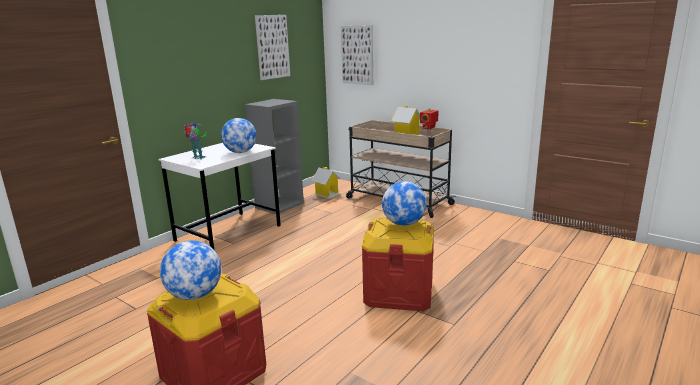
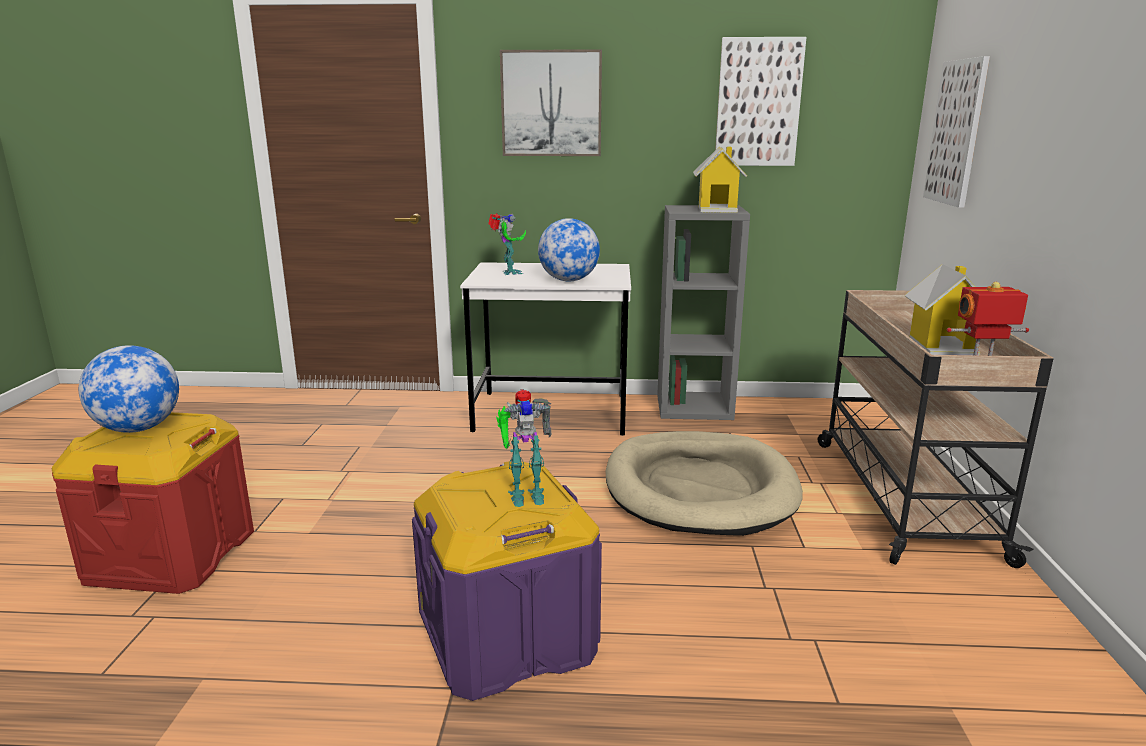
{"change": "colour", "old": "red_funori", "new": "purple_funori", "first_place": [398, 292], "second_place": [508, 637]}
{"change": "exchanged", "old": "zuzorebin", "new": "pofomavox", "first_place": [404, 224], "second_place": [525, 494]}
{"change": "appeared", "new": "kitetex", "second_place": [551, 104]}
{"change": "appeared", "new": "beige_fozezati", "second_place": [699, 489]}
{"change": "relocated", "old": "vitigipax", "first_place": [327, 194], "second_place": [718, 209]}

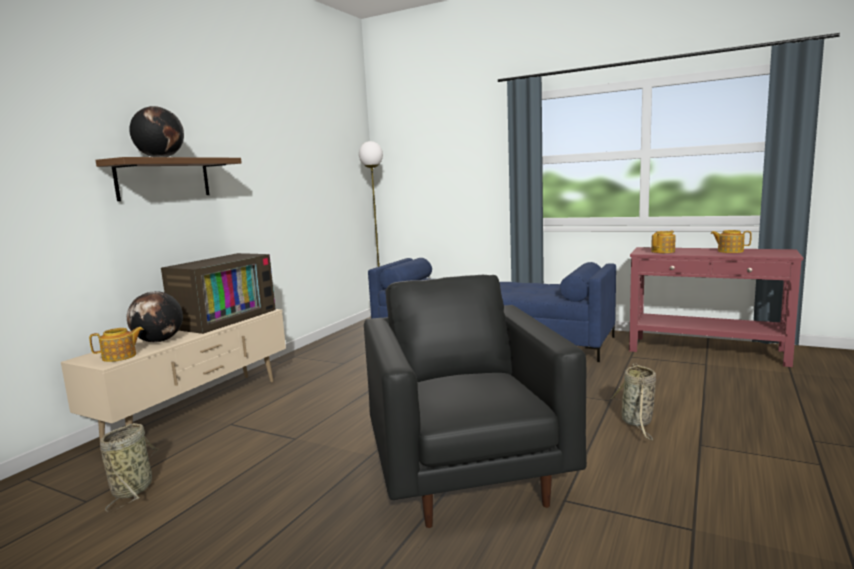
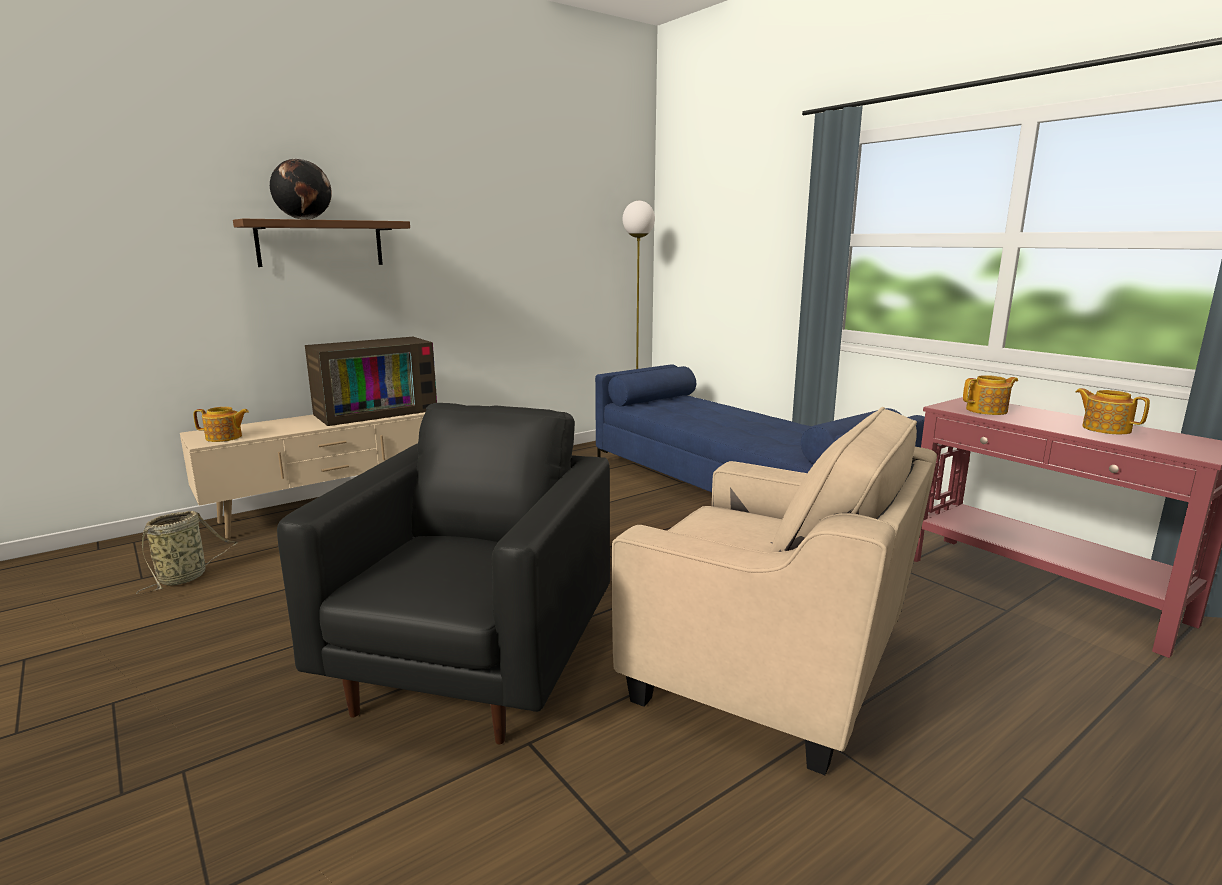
{"change": "exchanged", "old": "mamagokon", "new": "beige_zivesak", "first_place": [637, 423], "second_place": [768, 670]}
{"change": "missing", "old": "zuzorebin", "first_place": [159, 341]}

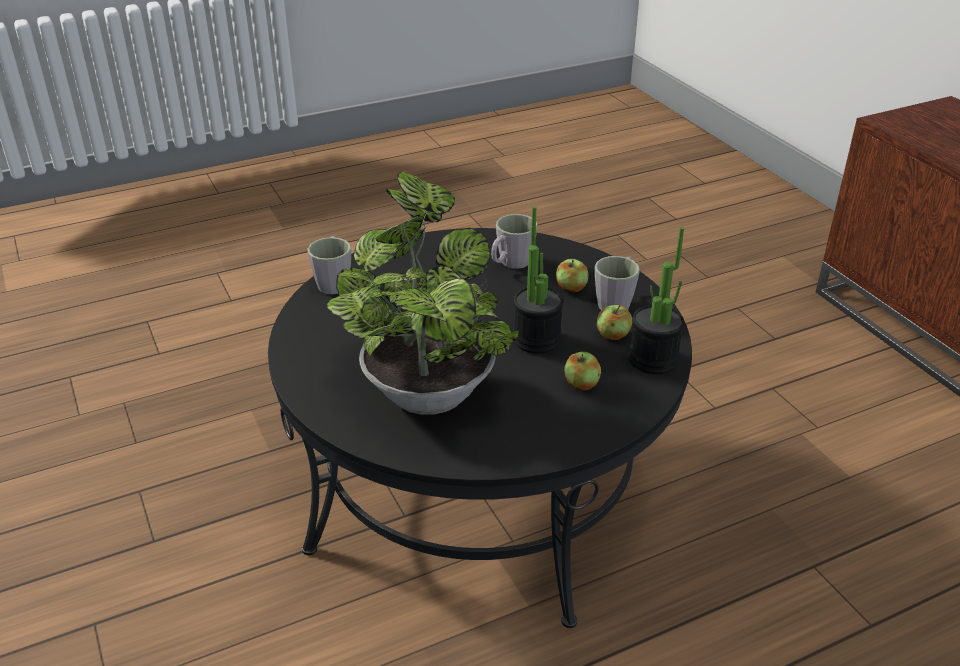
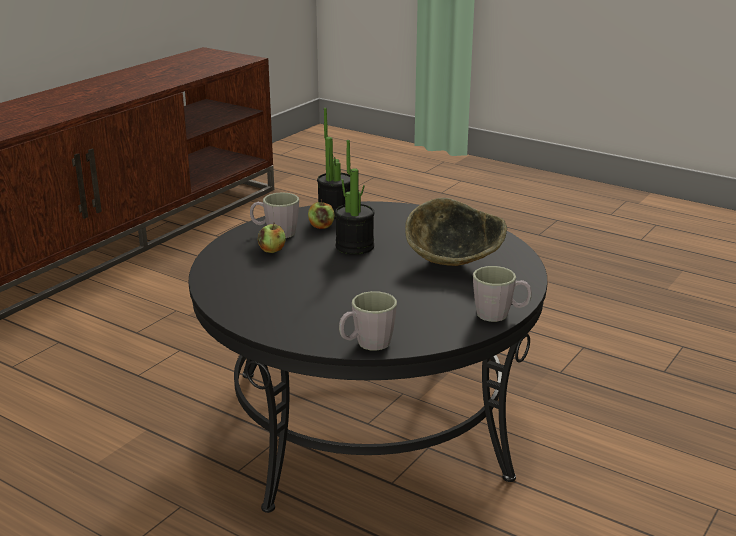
{"change": "exchanged", "old": "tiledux", "new": "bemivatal", "first_place": [426, 387], "second_place": [454, 265]}
{"change": "relocated", "old": "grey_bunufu", "first_place": [510, 264], "second_place": [500, 315]}
{"change": "missing", "old": "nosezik", "first_place": [581, 384]}

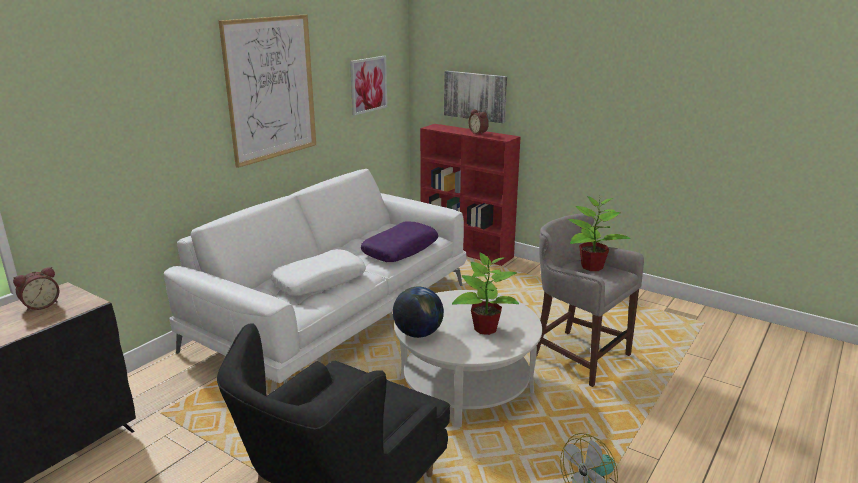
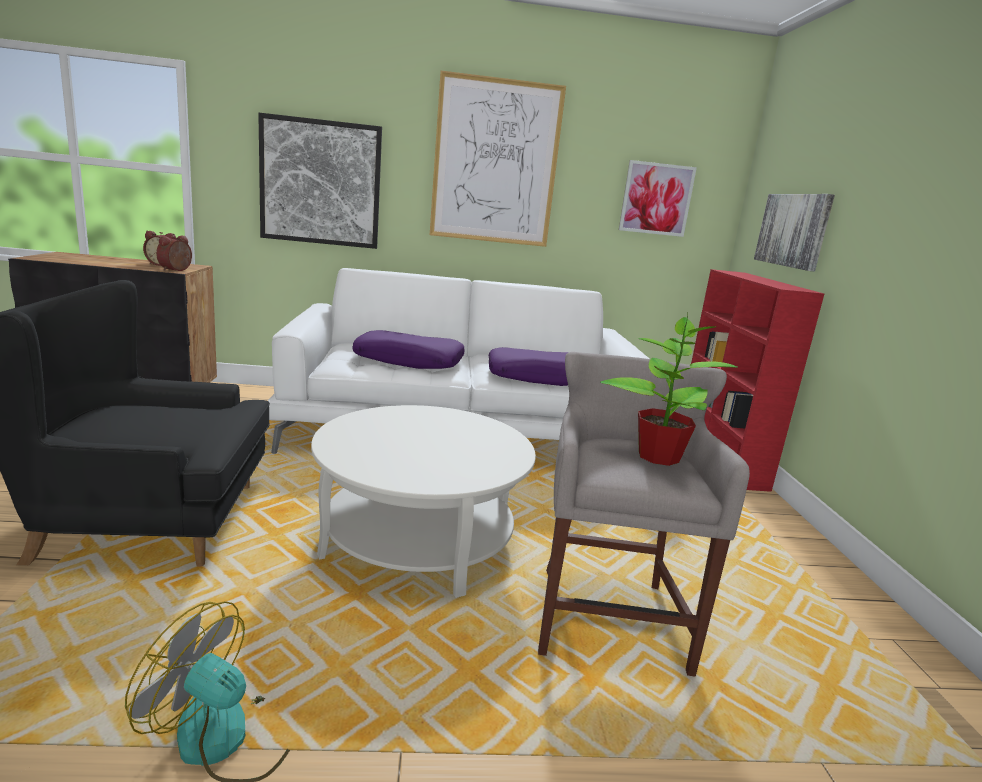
{"change": "relocated", "old": "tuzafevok", "first_place": [479, 133], "second_place": [177, 270]}
{"change": "appeared", "new": "kitetex", "second_place": [320, 183]}
{"change": "colour", "old": "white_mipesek", "new": "purple_mipesek", "first_place": [319, 281], "second_place": [409, 361]}
{"change": "missing", "old": "zuzorebin", "first_place": [418, 333]}
{"change": "missing", "old": "tiledux", "first_place": [485, 328]}

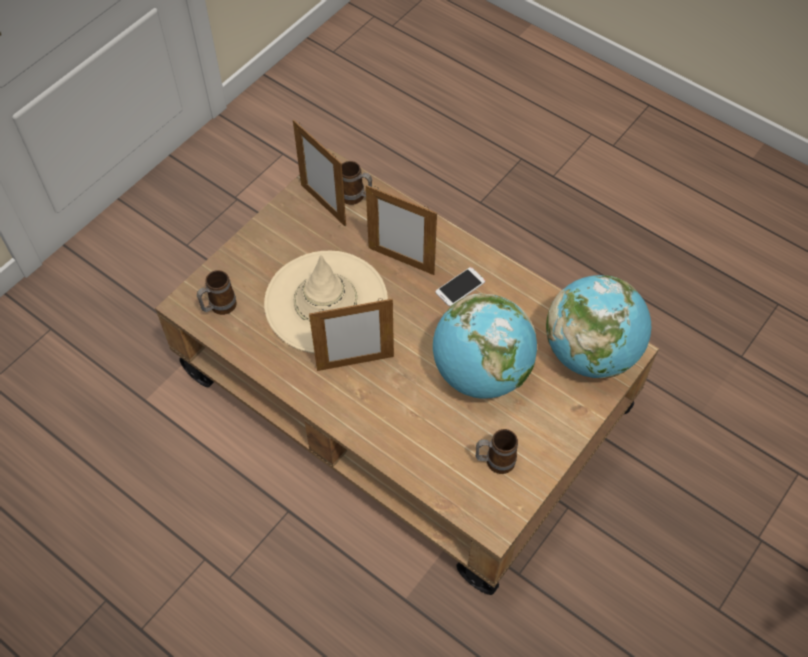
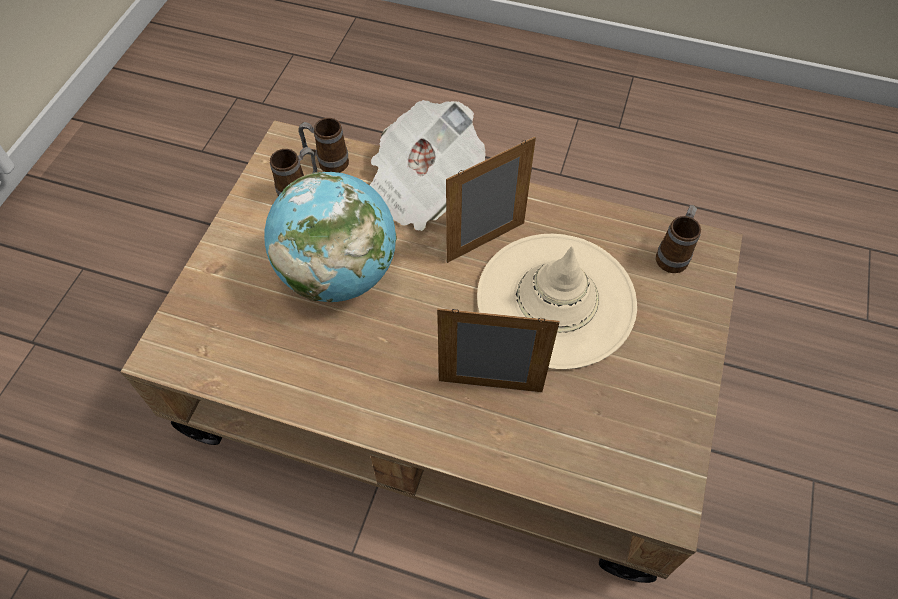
{"change": "relocated", "old": "bunufu", "first_place": [356, 198], "second_place": [327, 162]}
{"change": "appeared", "new": "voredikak", "second_place": [420, 187]}
{"change": "missing", "old": "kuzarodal", "first_place": [323, 205]}
{"change": "missing", "old": "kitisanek", "first_place": [460, 287]}
{"change": "missing", "old": "zuzorebin", "first_place": [591, 353]}

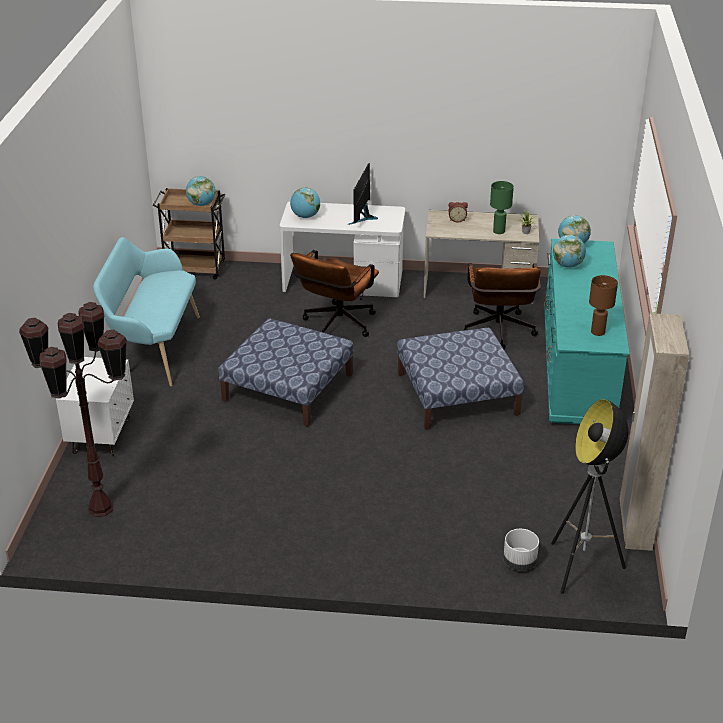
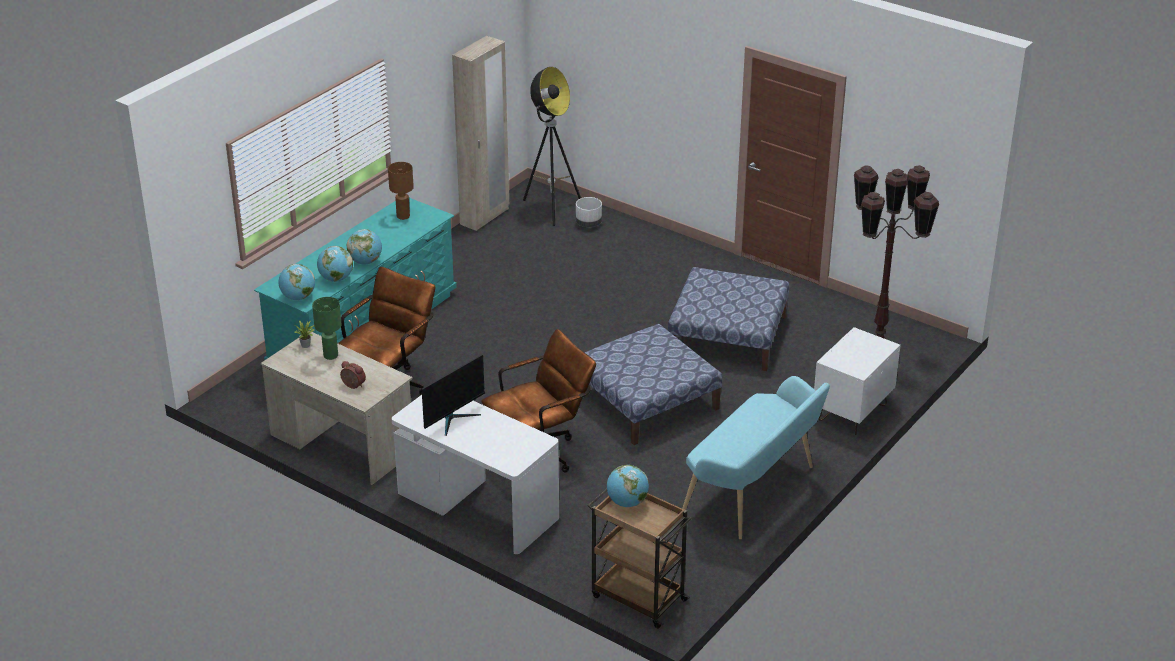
{"change": "relocated", "old": "zuzorebin", "first_place": [305, 216], "second_place": [365, 262]}
{"change": "relocated", "old": "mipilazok", "first_place": [458, 394], "second_place": [727, 335]}

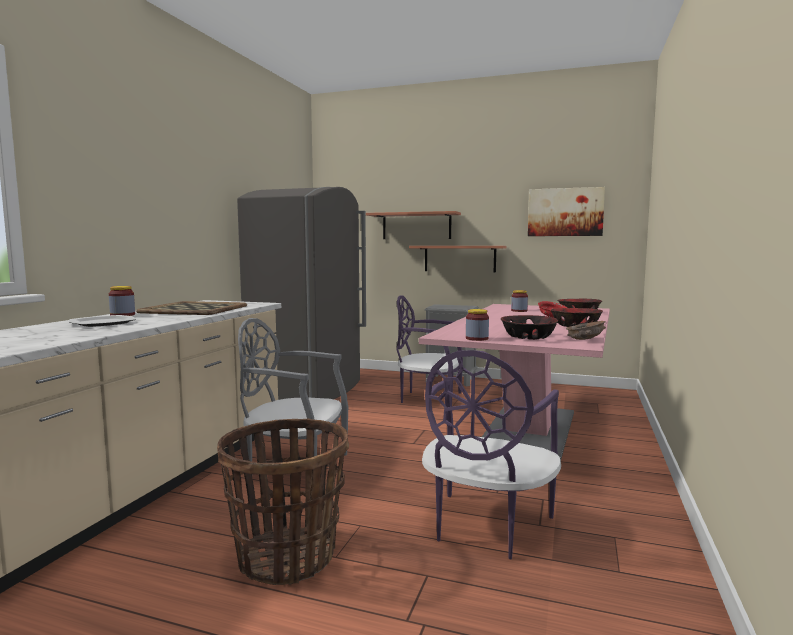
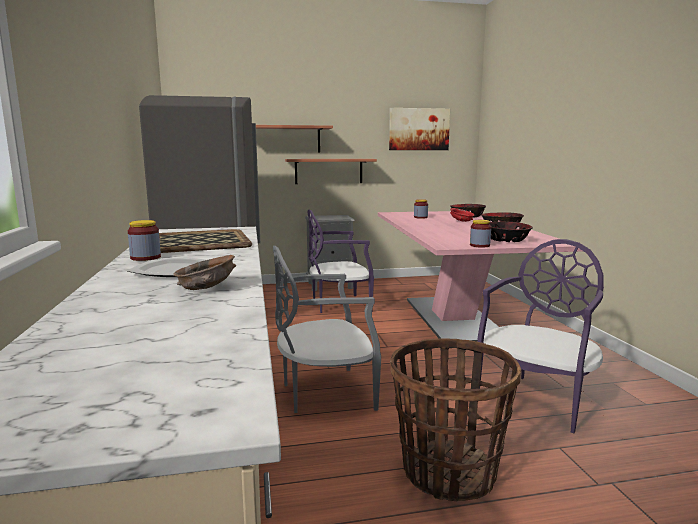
{"change": "relocated", "old": "brown_bemivatal", "first_place": [585, 339], "second_place": [206, 287]}
{"change": "spun", "old": "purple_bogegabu", "first_place": [485, 526], "second_place": [537, 399], "degrees": -135}

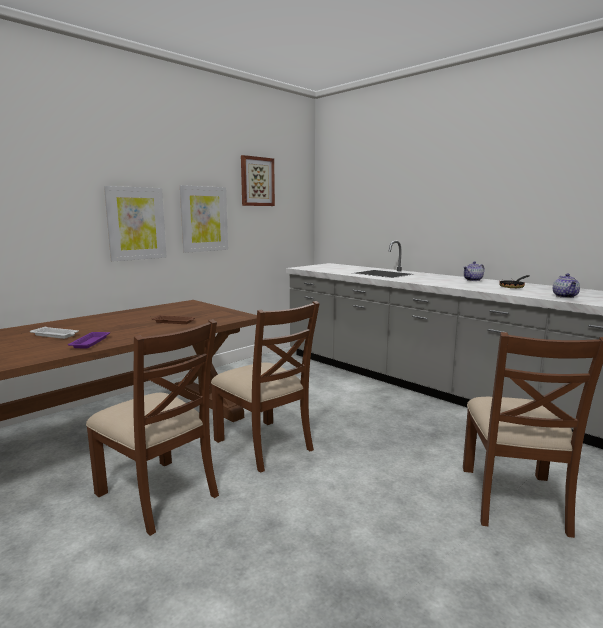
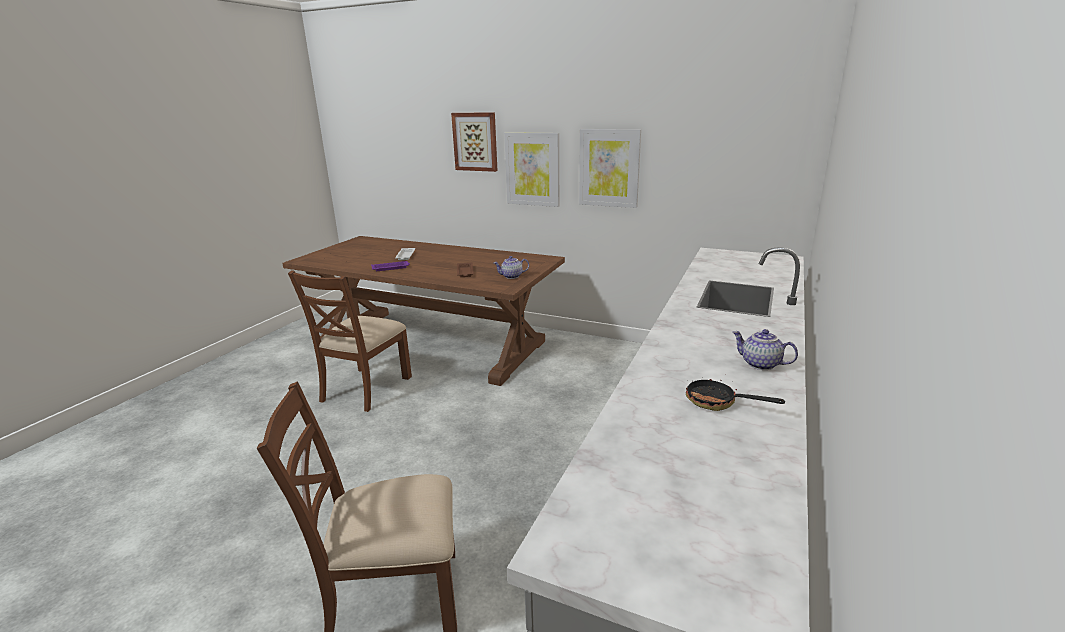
{"change": "relocated", "old": "kitetex", "first_place": [257, 181], "second_place": [475, 141]}
{"change": "relocated", "old": "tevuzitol", "first_place": [565, 296], "second_place": [511, 276]}
{"change": "missing", "old": "brown_bogegabu", "first_place": [264, 444]}

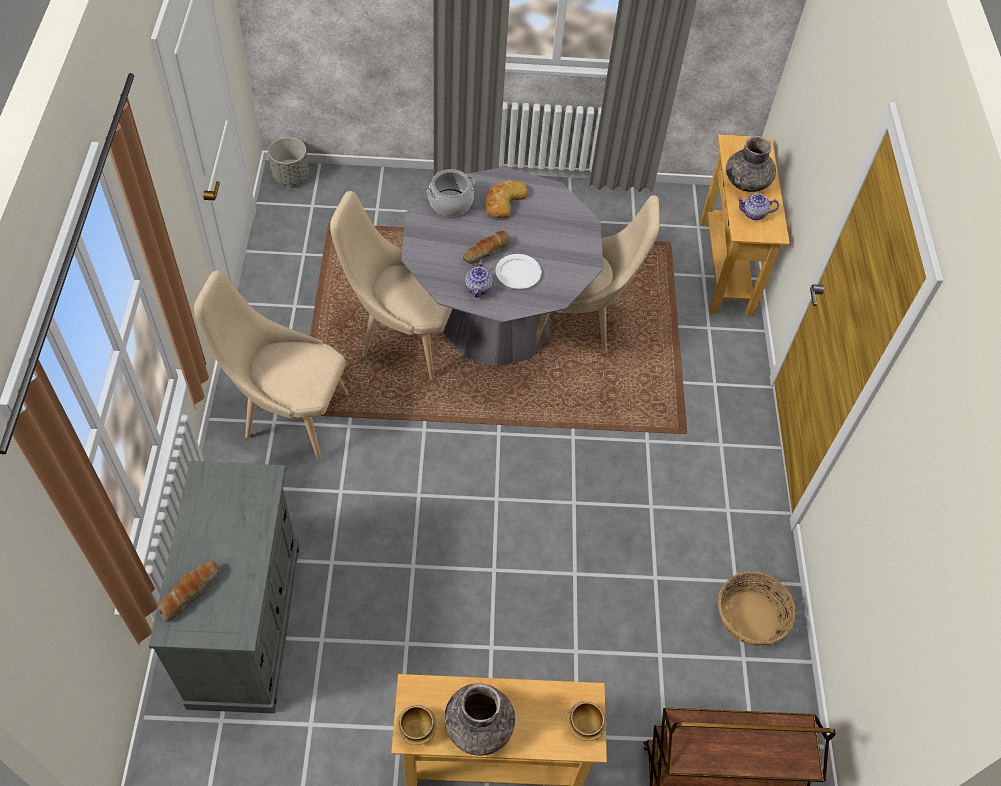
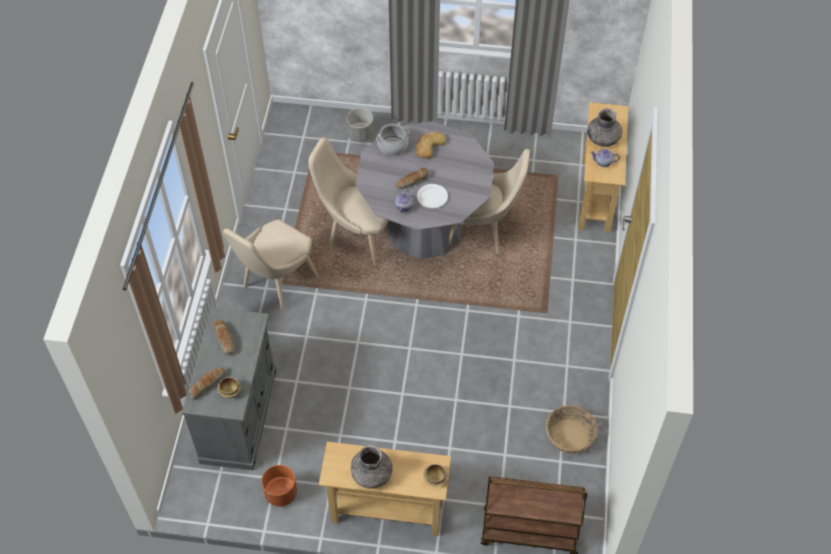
{"change": "appeared", "new": "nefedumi", "second_place": [224, 339]}
{"change": "relocated", "old": "bemivatal", "first_place": [415, 730], "second_place": [229, 392]}
{"change": "spun", "old": "beige_bogegabu", "first_place": [289, 415], "second_place": [276, 284], "degrees": -75}
{"change": "appeared", "new": "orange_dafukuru", "second_place": [281, 493]}
{"change": "relocated", "old": "grey_dafukuru", "first_place": [291, 176], "second_place": [360, 134]}

